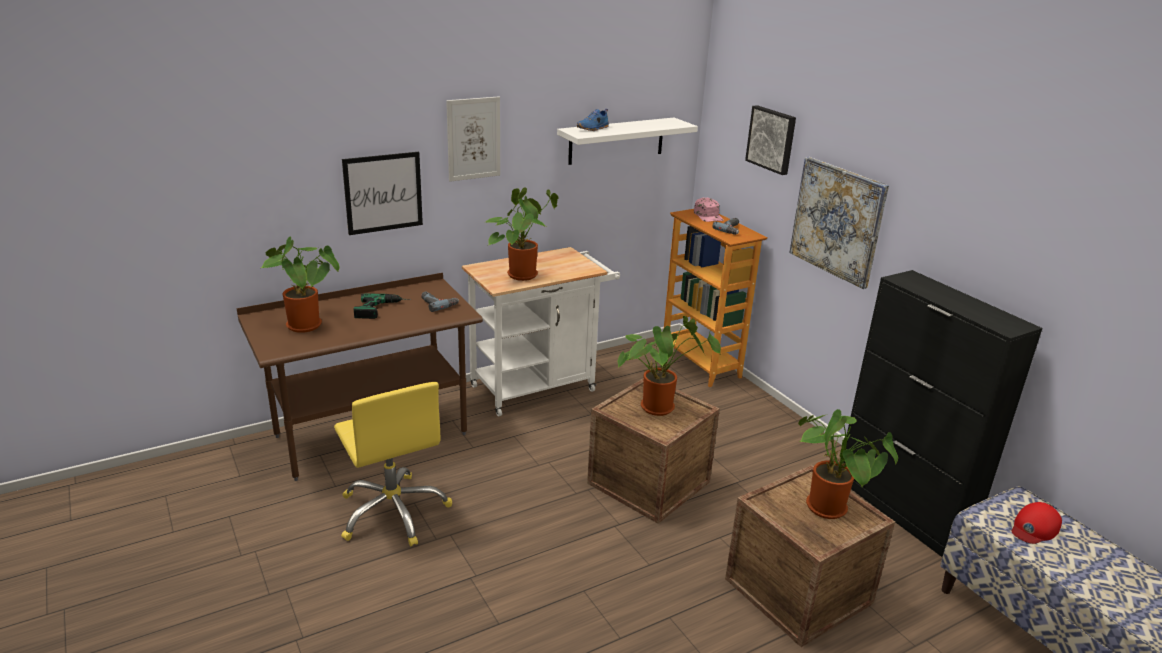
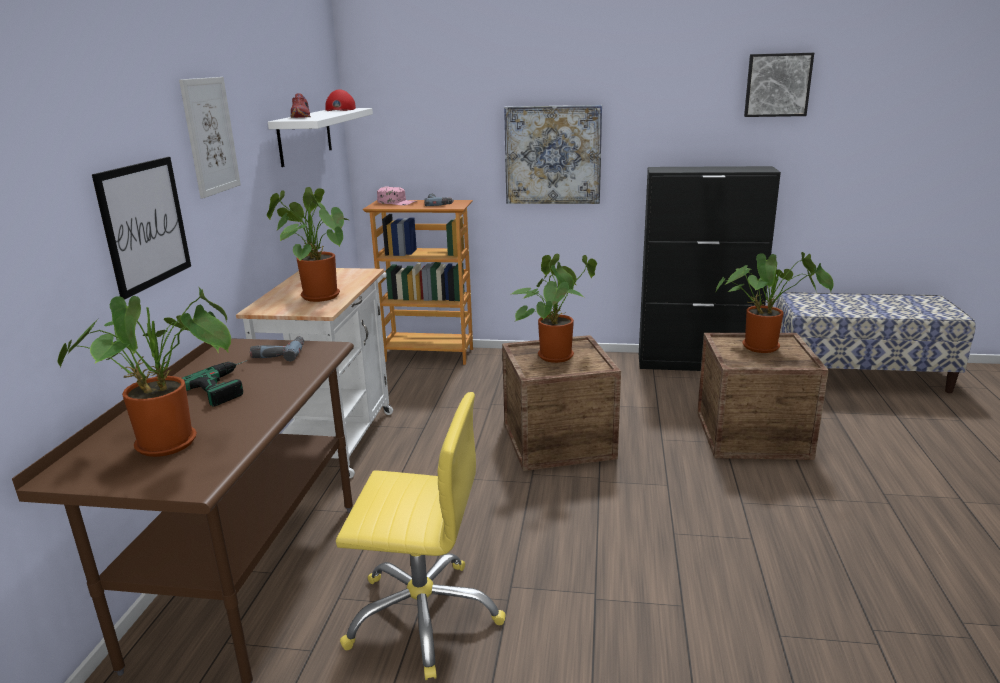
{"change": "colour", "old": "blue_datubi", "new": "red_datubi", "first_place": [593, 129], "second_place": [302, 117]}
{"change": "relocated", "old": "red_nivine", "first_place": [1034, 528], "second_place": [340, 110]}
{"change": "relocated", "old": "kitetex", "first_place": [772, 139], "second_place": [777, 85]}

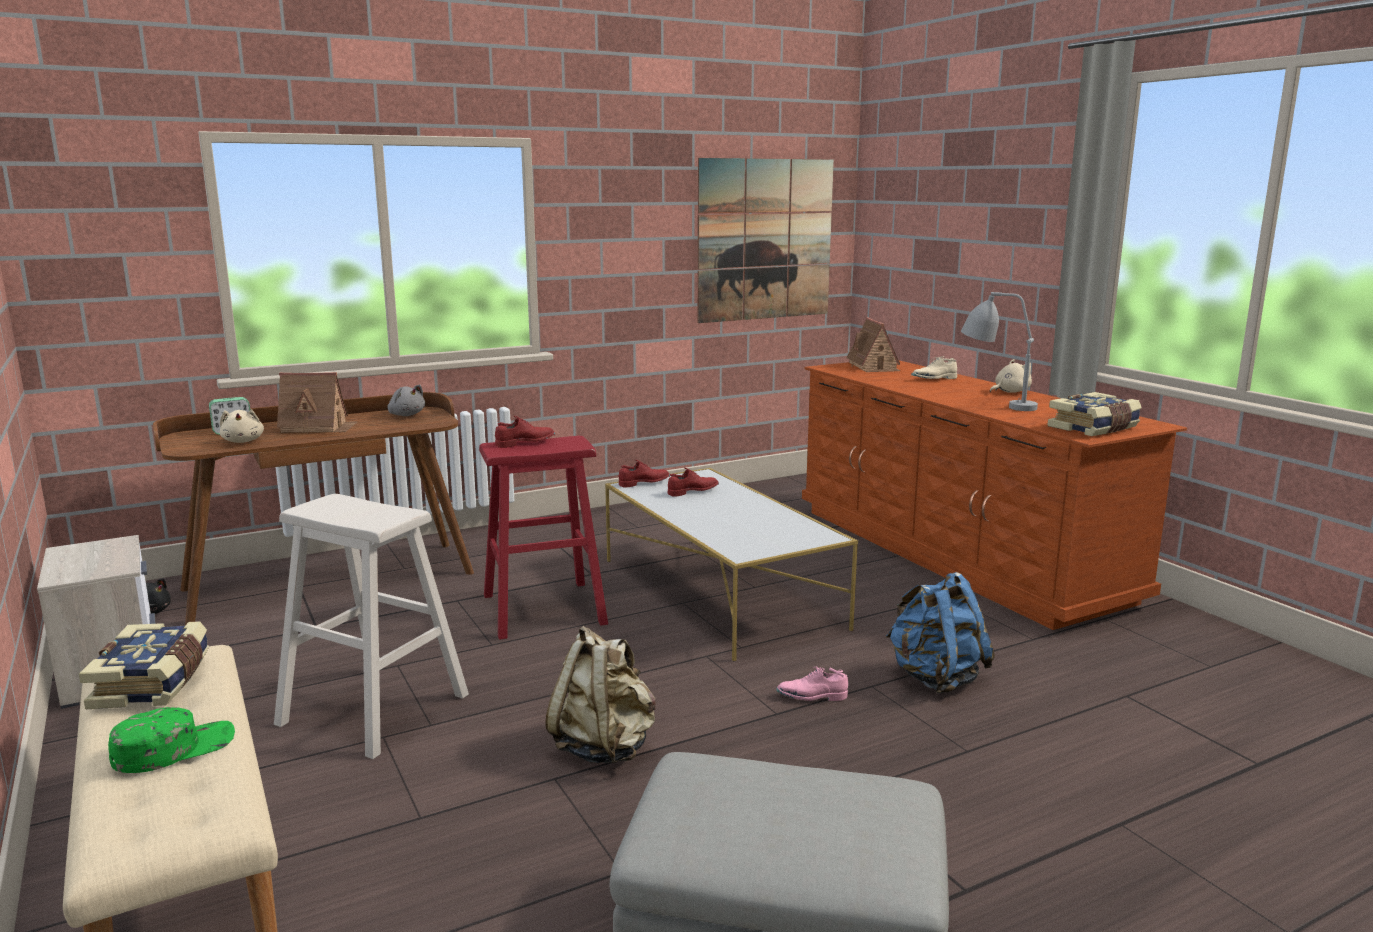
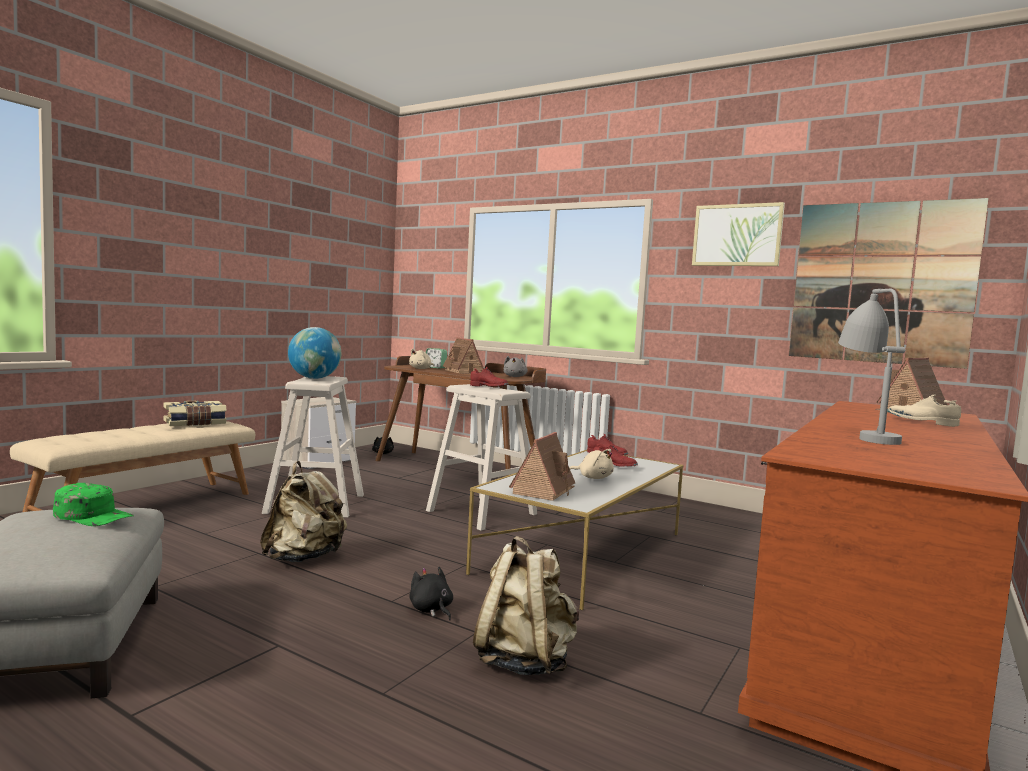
{"change": "relocated", "old": "green_nivine", "first_place": [174, 748], "second_place": [93, 515]}
{"change": "appeared", "new": "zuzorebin", "second_place": [314, 378]}
{"change": "exchanged", "old": "pink_datubi", "new": "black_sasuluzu", "first_place": [812, 697], "second_place": [431, 610]}
{"change": "colour", "old": "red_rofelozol", "new": "beige_rofelozol", "first_place": [543, 609], "second_place": [481, 512]}
{"change": "colour", "old": "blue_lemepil", "new": "beige_lemepil", "first_place": [935, 678], "second_place": [524, 661]}
{"change": "appeared", "new": "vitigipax", "second_place": [543, 490]}
{"change": "relocated", "old": "beige_sasuluzu", "first_place": [1010, 392], "second_place": [593, 478]}
{"change": "appeared", "new": "kitetex", "second_place": [737, 235]}
{"change": "missing", "old": "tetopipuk", "first_place": [1094, 428]}

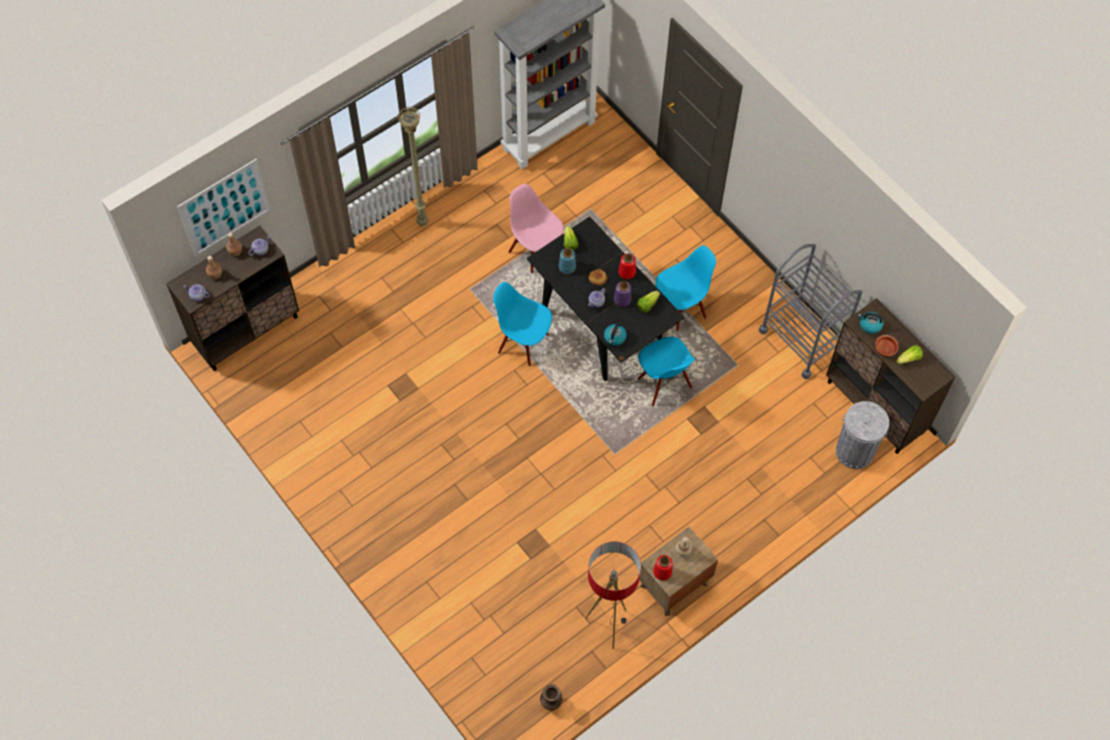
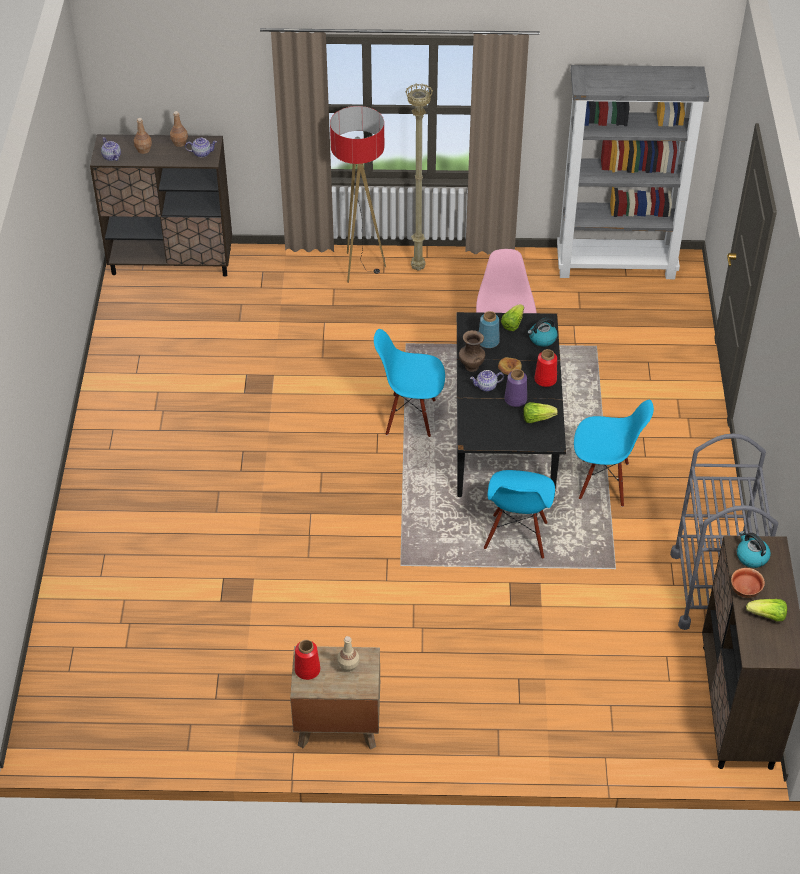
{"change": "relocated", "old": "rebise", "first_place": [608, 625], "second_place": [360, 267]}
{"change": "spun", "old": "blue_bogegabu", "first_place": [523, 343], "second_place": [410, 416], "degrees": -60}
{"change": "relocated", "old": "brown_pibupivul", "first_place": [551, 703], "second_place": [471, 366]}
{"change": "relocated", "old": "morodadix", "first_place": [615, 337], "second_place": [542, 339]}
{"change": "missing", "old": "kitetex", "first_place": [225, 208]}
{"change": "missing", "old": "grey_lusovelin", "first_place": [854, 451]}

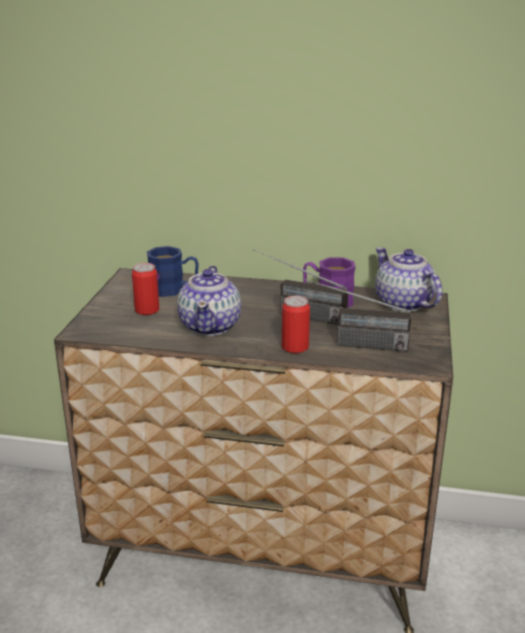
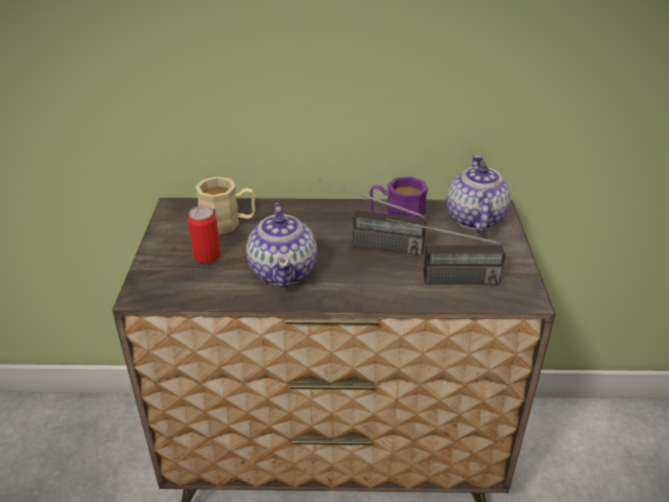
{"change": "colour", "old": "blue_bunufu", "new": "beige_bunufu", "first_place": [174, 290], "second_place": [229, 223]}
{"change": "spun", "old": "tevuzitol", "first_place": [403, 303], "second_place": [474, 219], "degrees": 45}
{"change": "missing", "old": "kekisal", "first_place": [295, 347]}

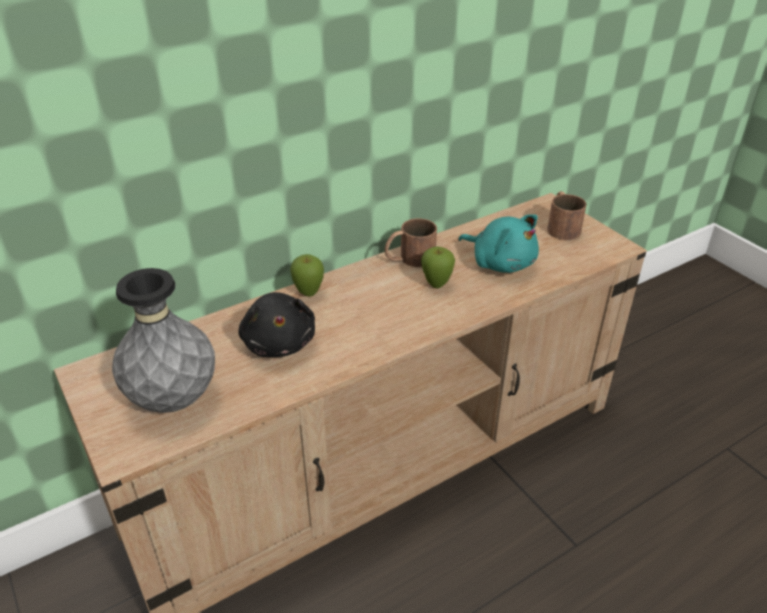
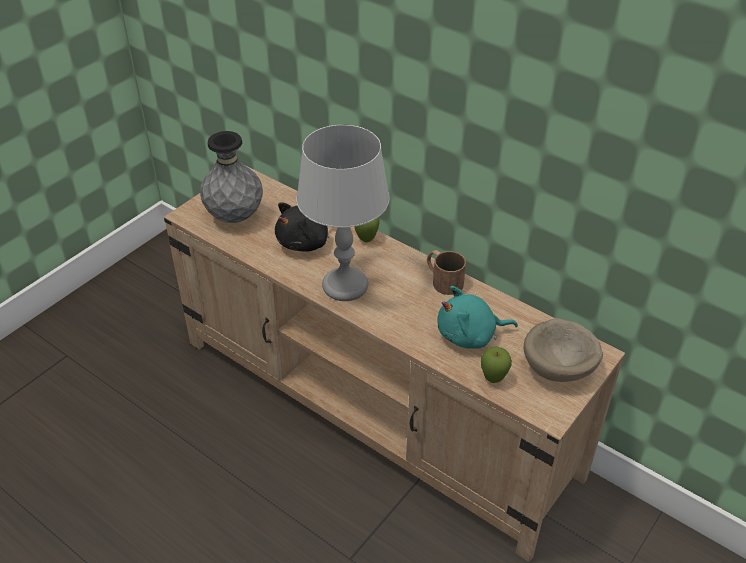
{"change": "appeared", "new": "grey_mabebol", "second_place": [344, 285]}
{"change": "spun", "old": "turquoise_sasuluzu", "first_place": [500, 262], "second_place": [470, 335], "degrees": 60}
{"change": "relocated", "old": "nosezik", "first_place": [436, 285], "second_place": [493, 379]}
{"change": "exchanged", "old": "brown_bunufu", "new": "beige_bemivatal", "first_place": [561, 226], "second_place": [560, 368]}

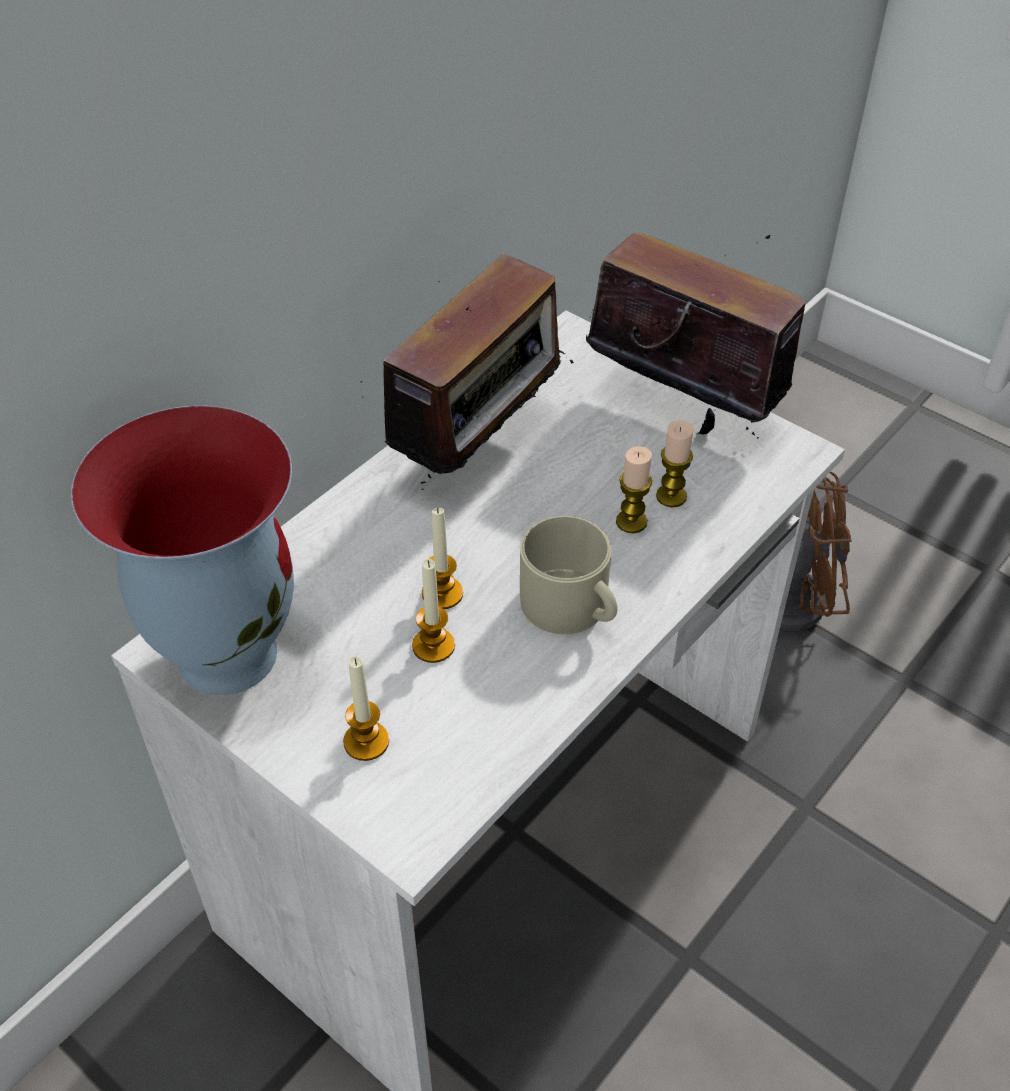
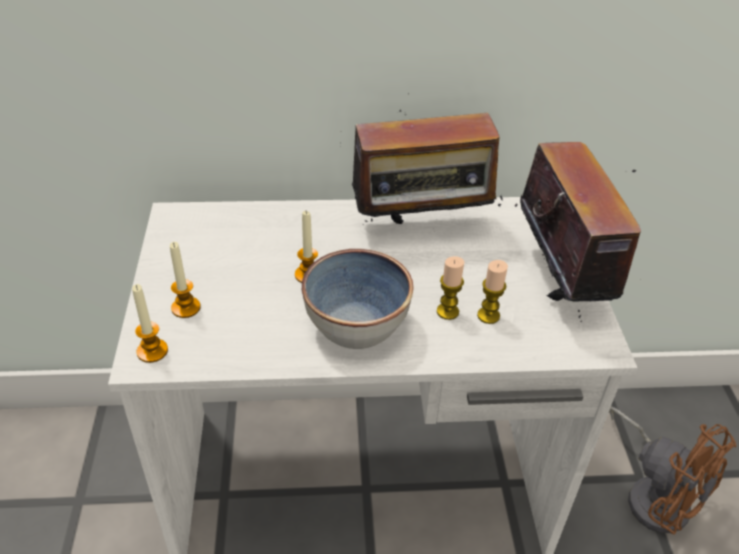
{"change": "relocated", "old": "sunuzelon", "first_place": [433, 646], "second_place": [152, 351]}
{"change": "exchanged", "old": "beige_bunufu", "new": "bemivatal", "first_place": [571, 607], "second_place": [357, 326]}
{"change": "missing", "old": "pibupivul", "first_place": [226, 652]}

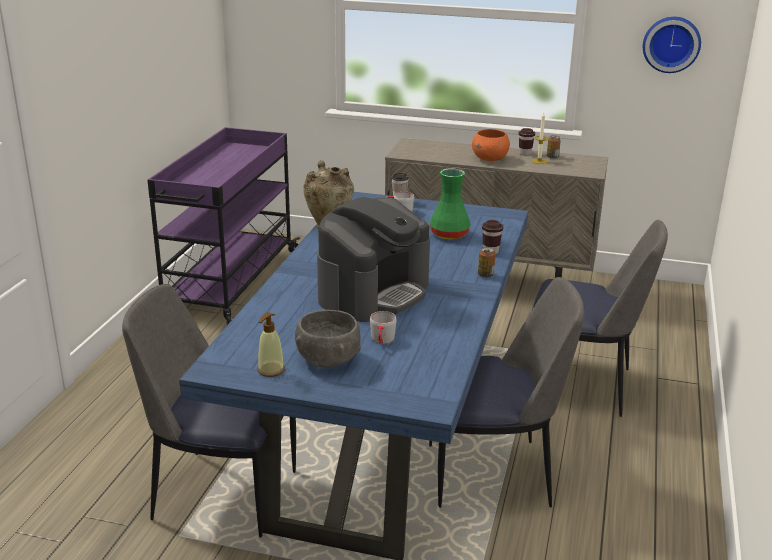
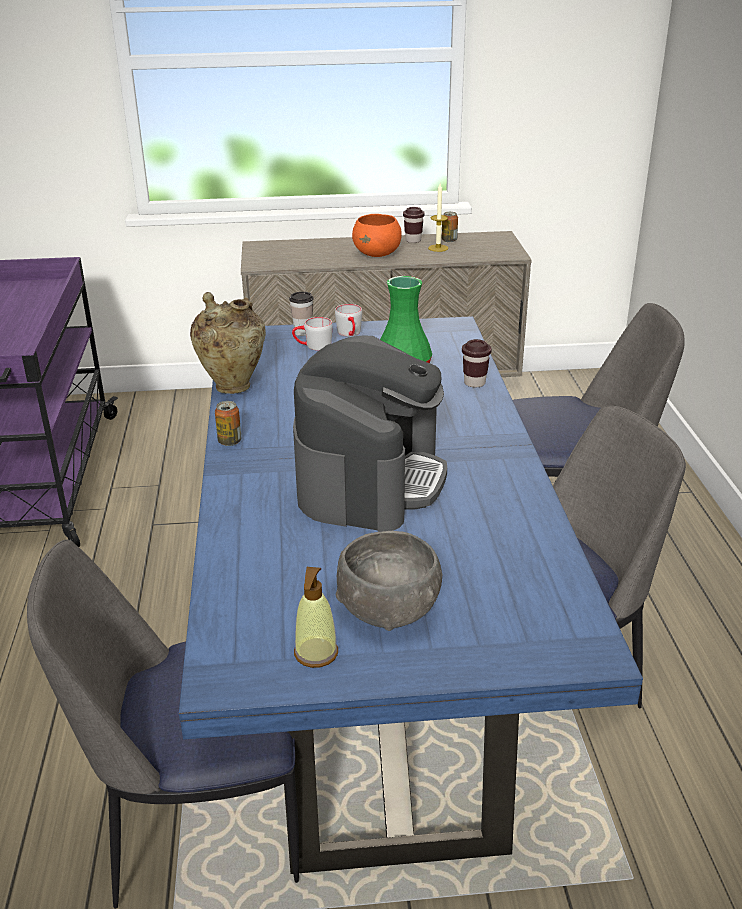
{"change": "relocated", "old": "kekisal", "first_place": [485, 275], "second_place": [229, 441]}
{"change": "relocated", "old": "grey_bunufu", "first_place": [382, 341], "second_place": [350, 334]}
{"change": "missing", "old": "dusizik", "first_place": [671, 44]}

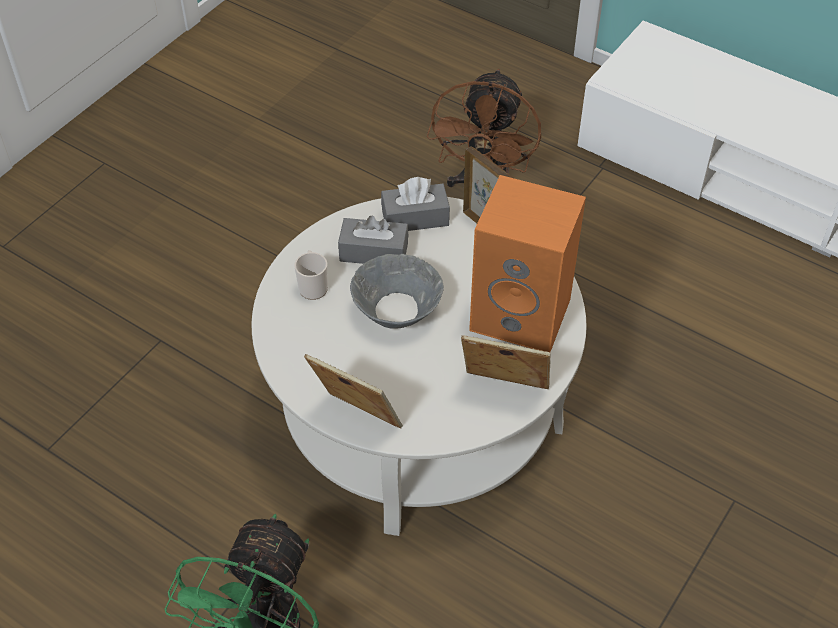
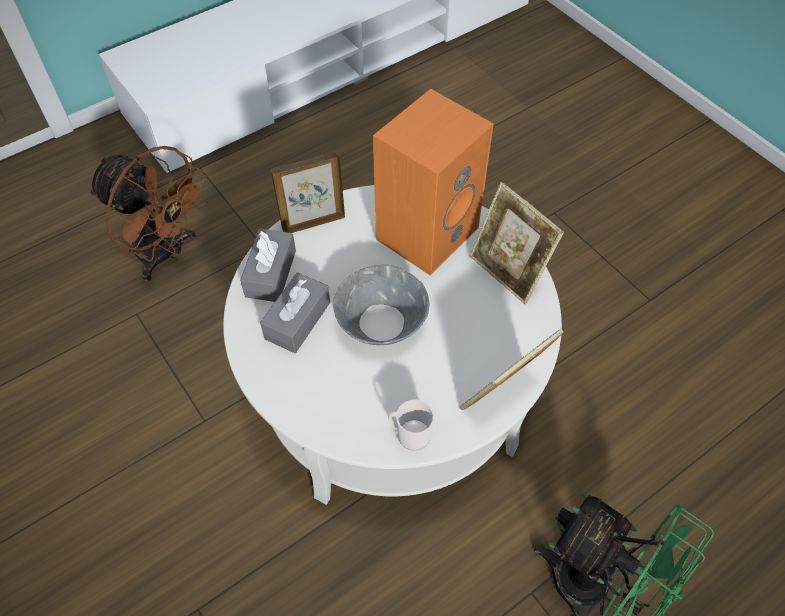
{"change": "relocated", "old": "bunufu", "first_place": [313, 286], "second_place": [410, 434]}
{"change": "spun", "old": "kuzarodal", "first_place": [503, 391], "second_place": [507, 272], "degrees": -75}

